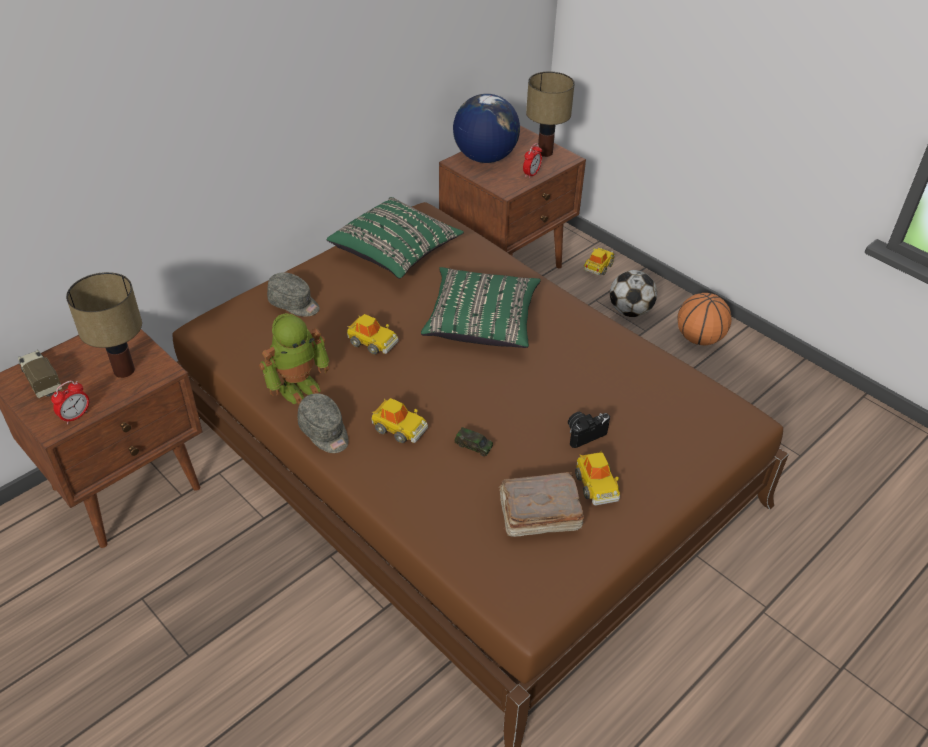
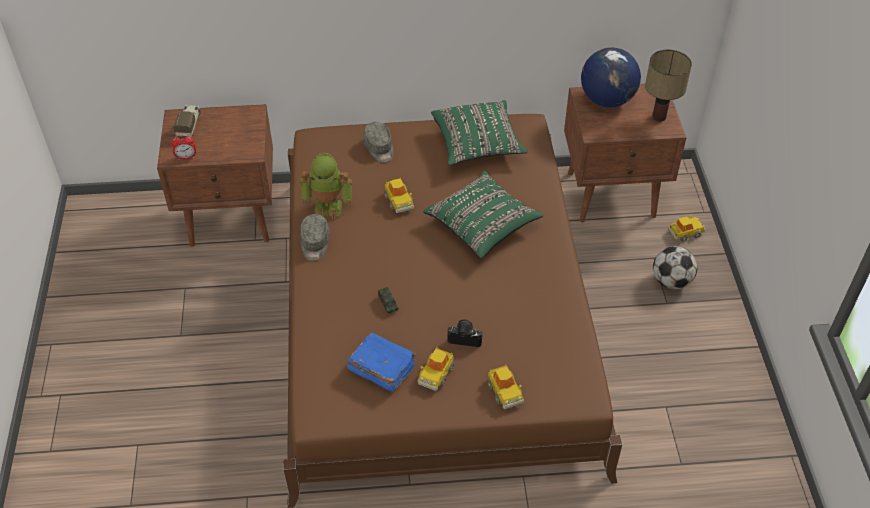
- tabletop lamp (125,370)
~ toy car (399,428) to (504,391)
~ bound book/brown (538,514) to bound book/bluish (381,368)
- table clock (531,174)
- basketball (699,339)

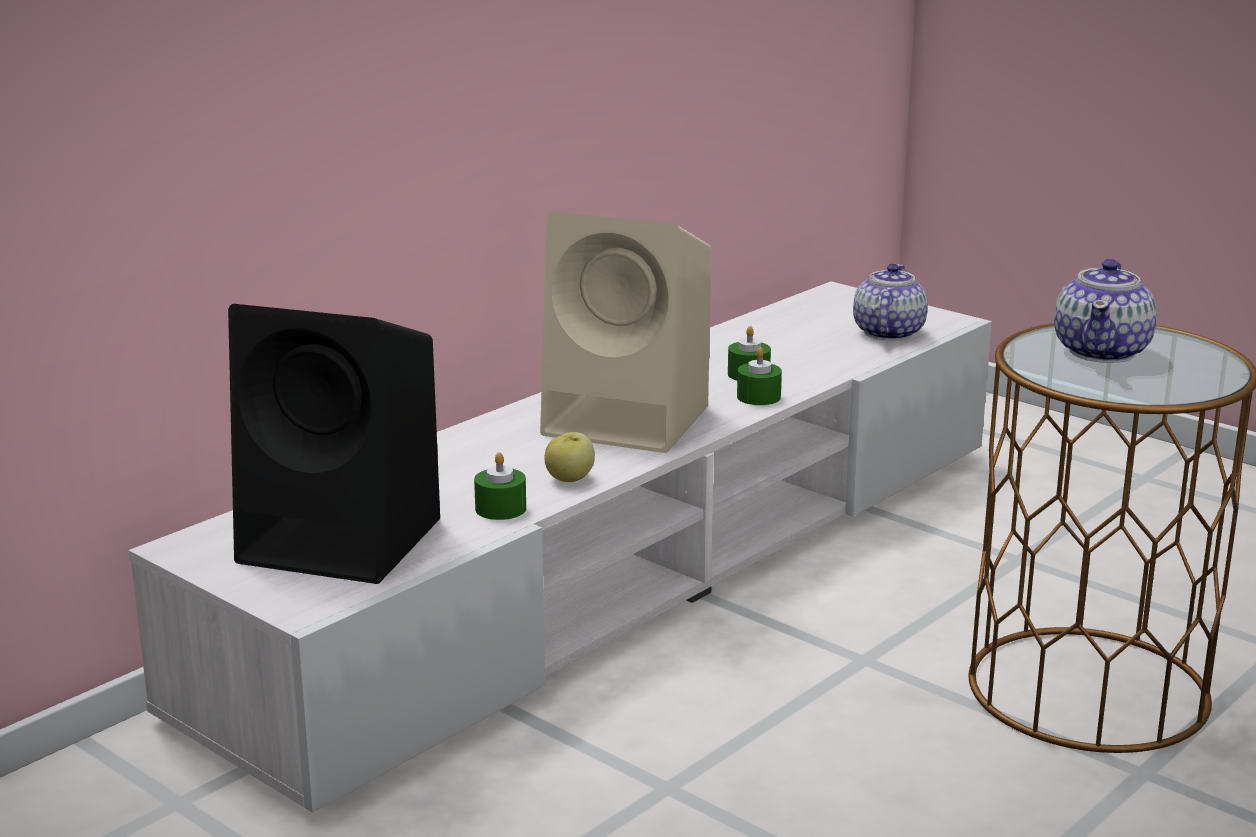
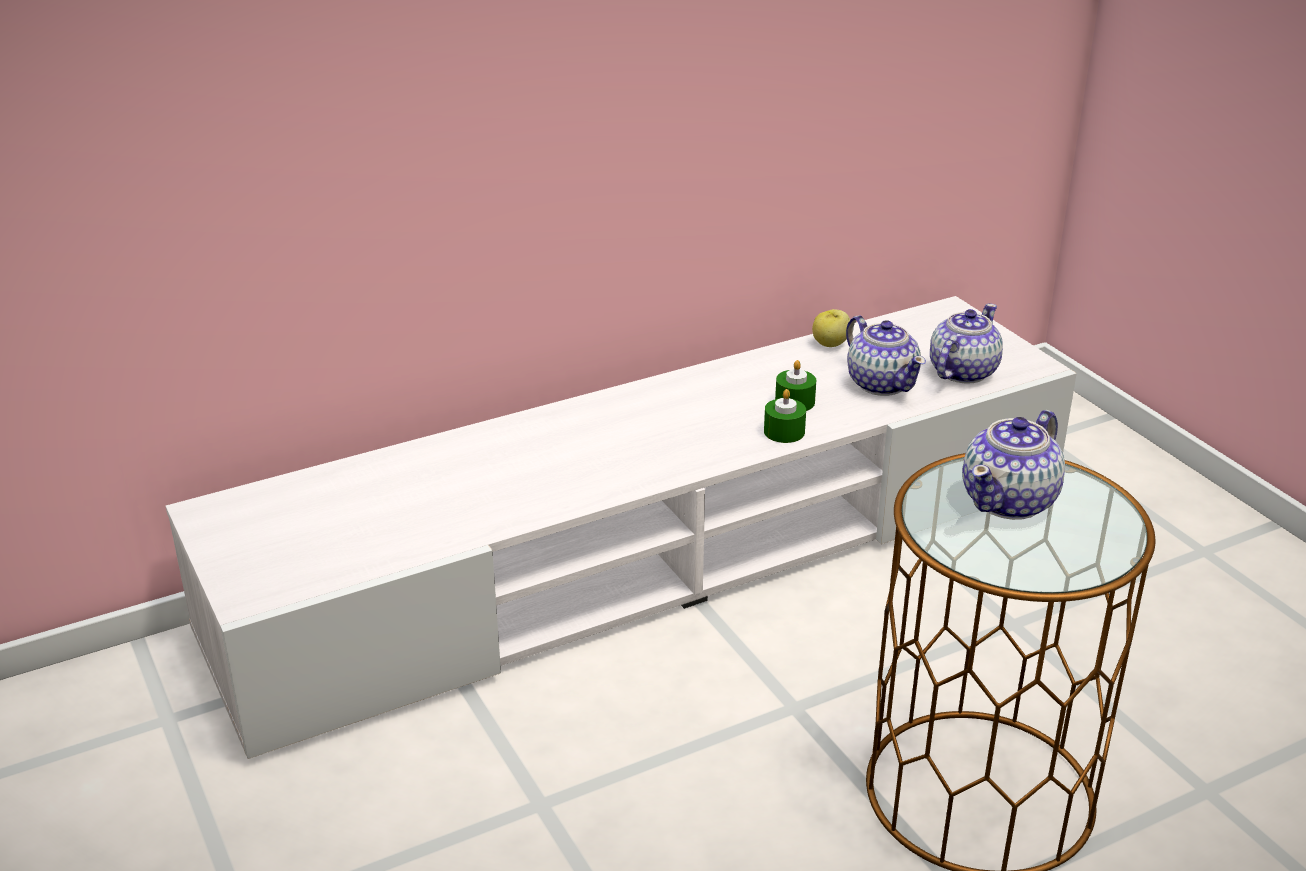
- audio speaker/black-coloured (346,541)
- wax candle/green-coloured (500,508)
- audio speaker/beige (631,421)
~ apple fruit (570,479) to (830,344)
+ pot for tea (881,383)

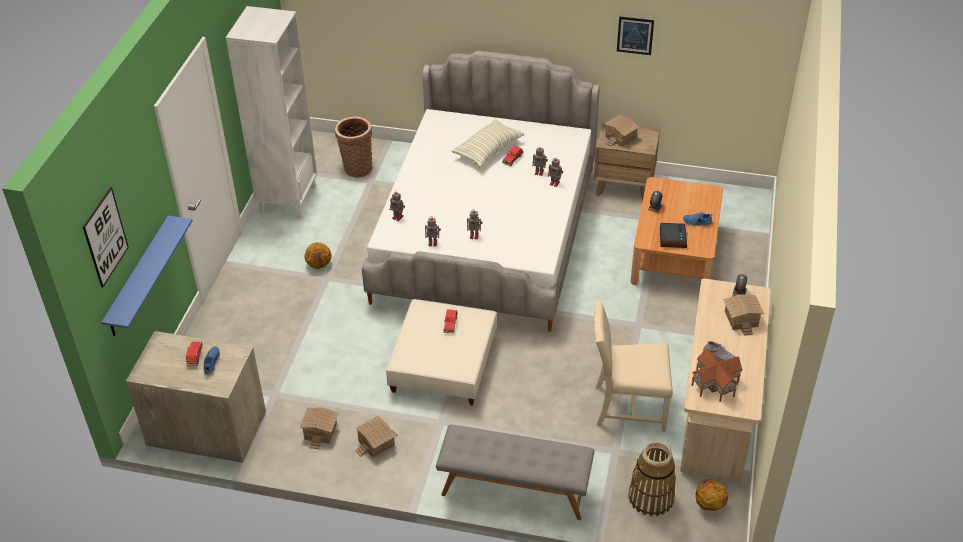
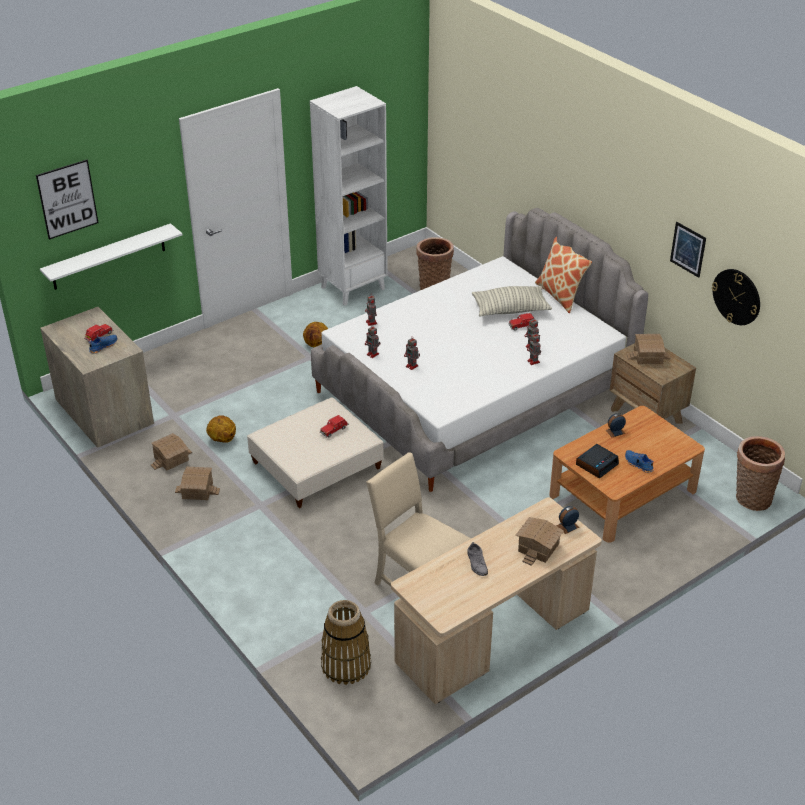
~ wall shelf/bluish (139,277) to wall shelf/white-coloured (108,257)
- long seat/gray (514,489)
- toy house (715,384)
~ basketball (709,504) to (222,440)
+ cushion (560,295)
+ wall clock (736,296)
+ basket (751,498)

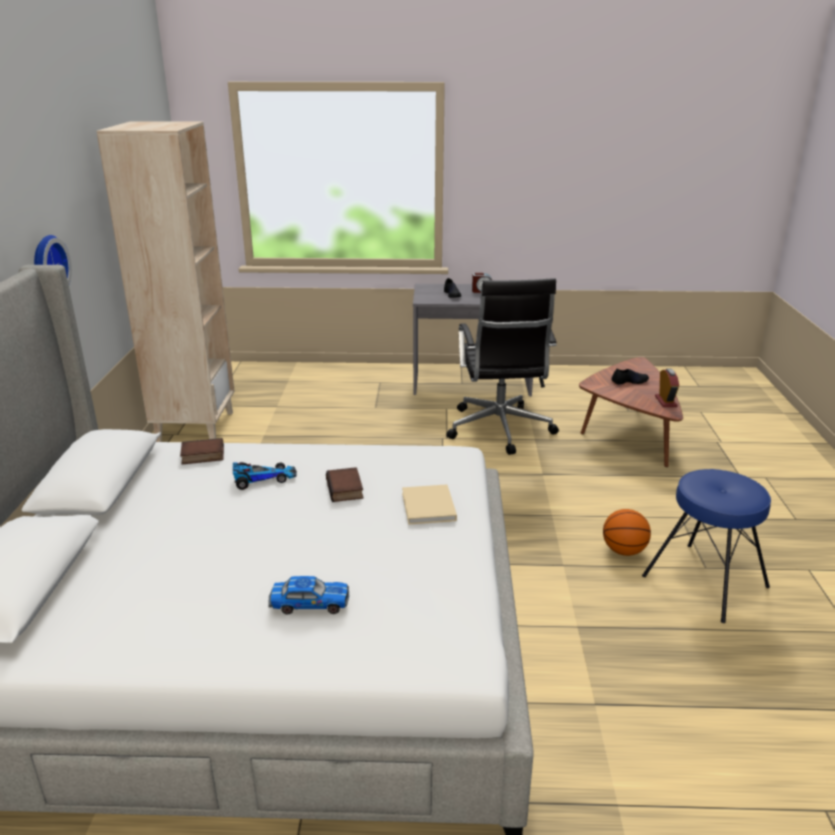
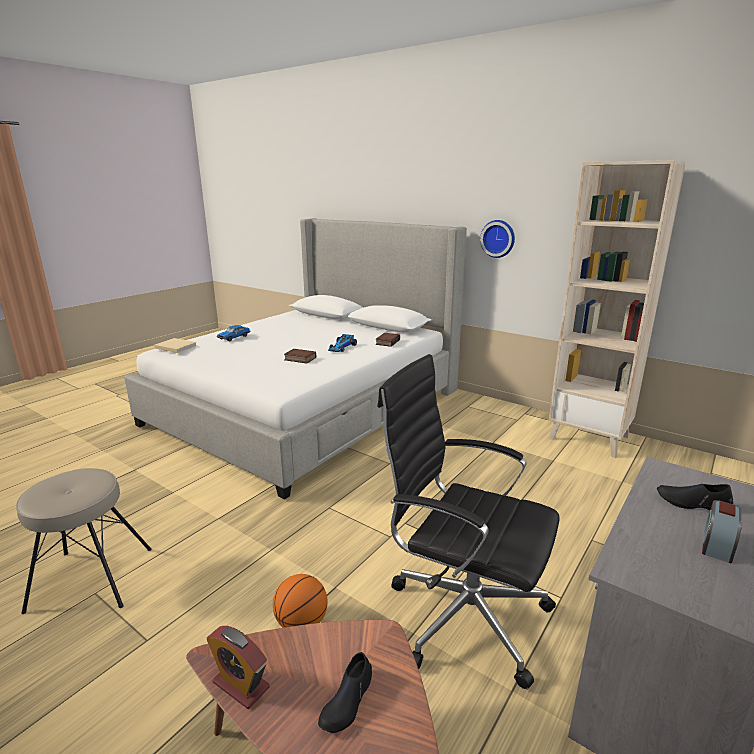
~ bound book/beige (428,507) to (175,346)
~ basketball (623,551) to (301,623)
~ stool seat/bluish (705,580) to stool seat/beige (91,579)

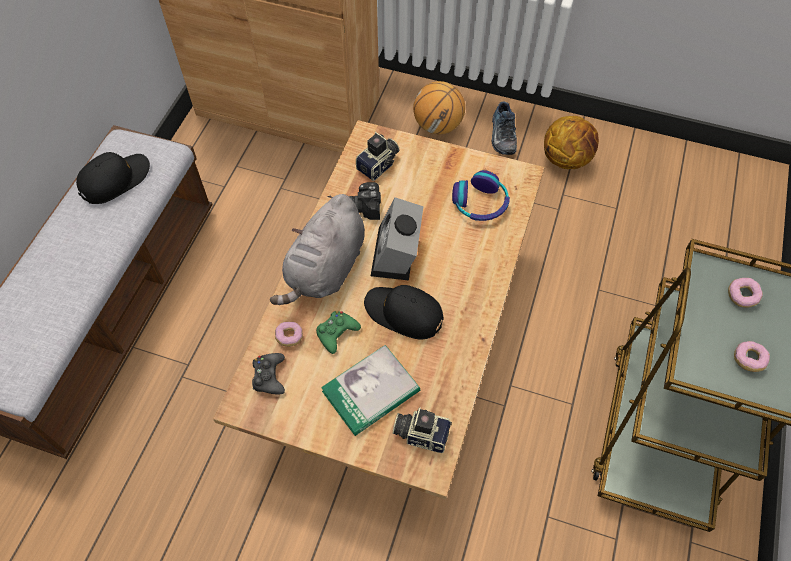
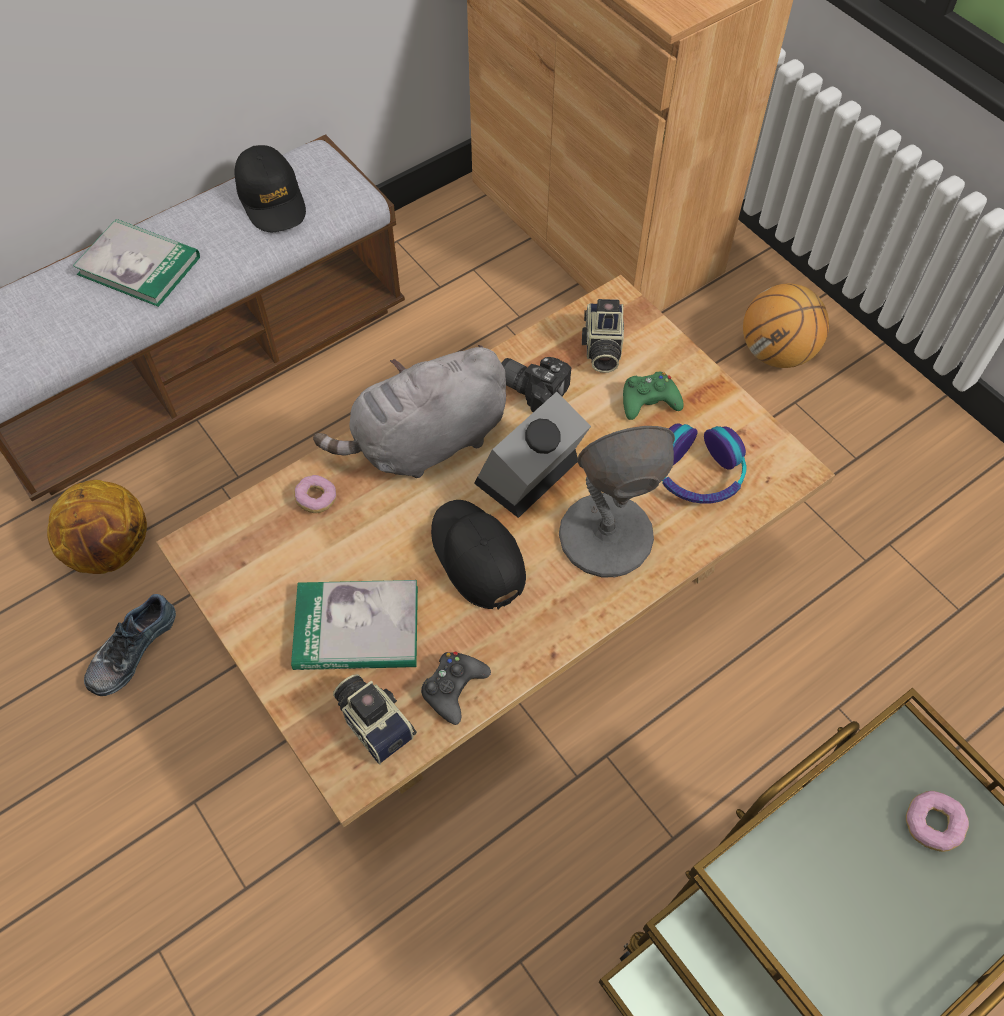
~ peaked cap/black-coloured (115,180) = (272,199) 75 degrees clockwise
~ game controller/black-coloured (269,376) to (453,688)
~ game controller/green-coloured (336,333) to (649,401)
~ still camera (379,165) = (601,348) 105 degrees clockwise
~ item of footwear (501,135) to (131,648)
~ basketball (566,159) to (111,549)
- doughnut (748,359)
+ bound book (139,265)
+ tabletop lamp/gray (605,536)

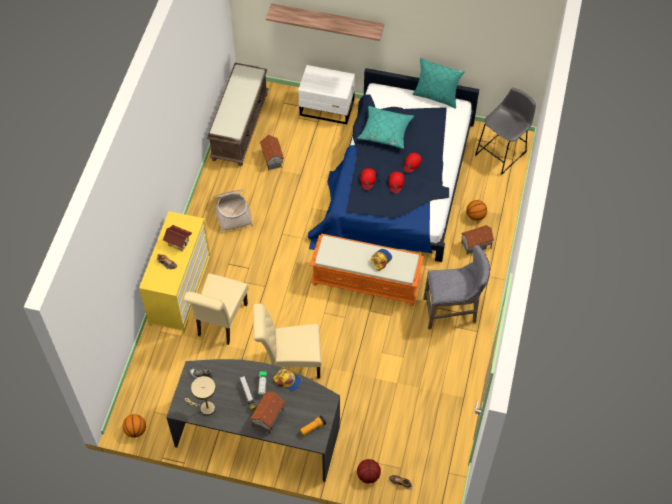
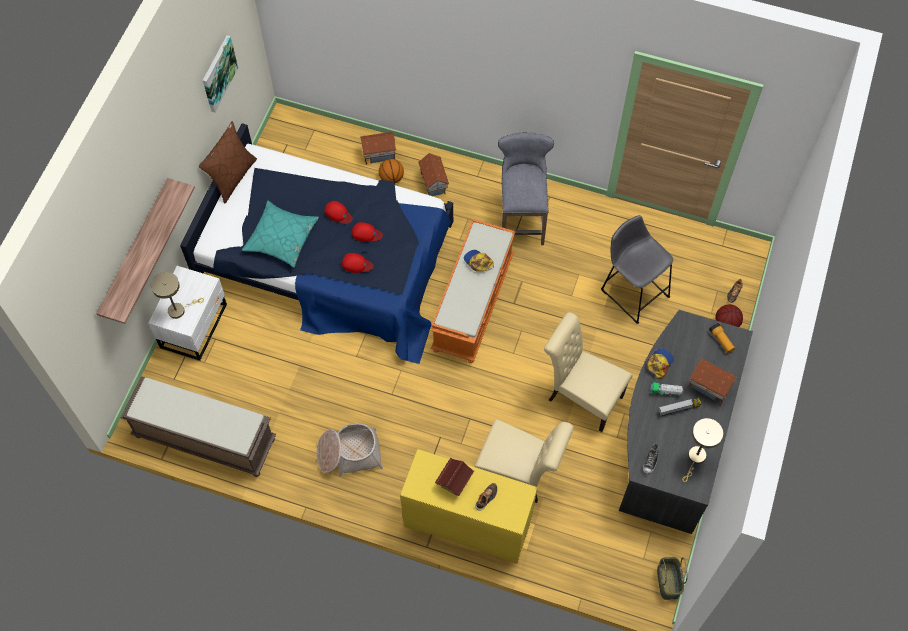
~ basketball (135,430) to basket (669,582)
~ chair/beige (289,363) = (581,396) 120 degrees clockwise
~ toy house (273,159) to (378,154)
~ cushion/turquoise (436,96) to cushion/brown (232,177)
~ stool seat/gray (502,152) to (632,290)
+ tabletop lamp/beige (179,309)
+ wall picture (218,73)

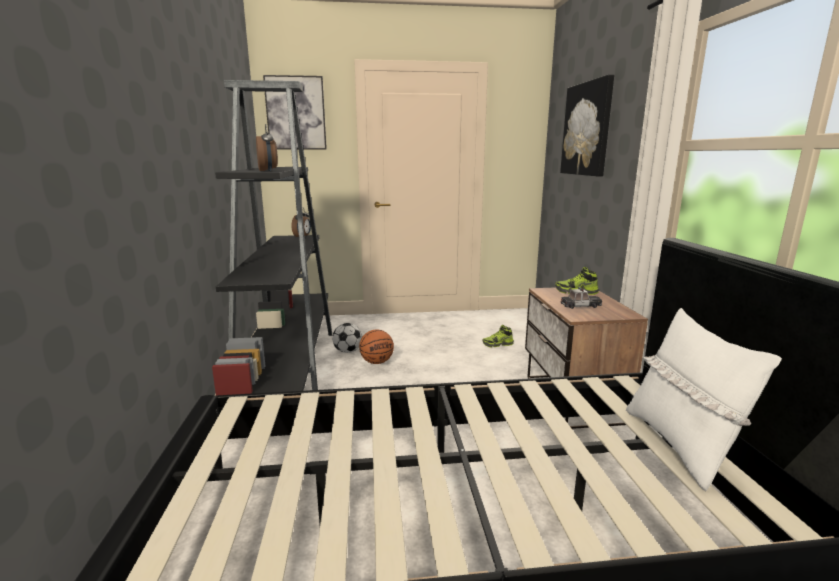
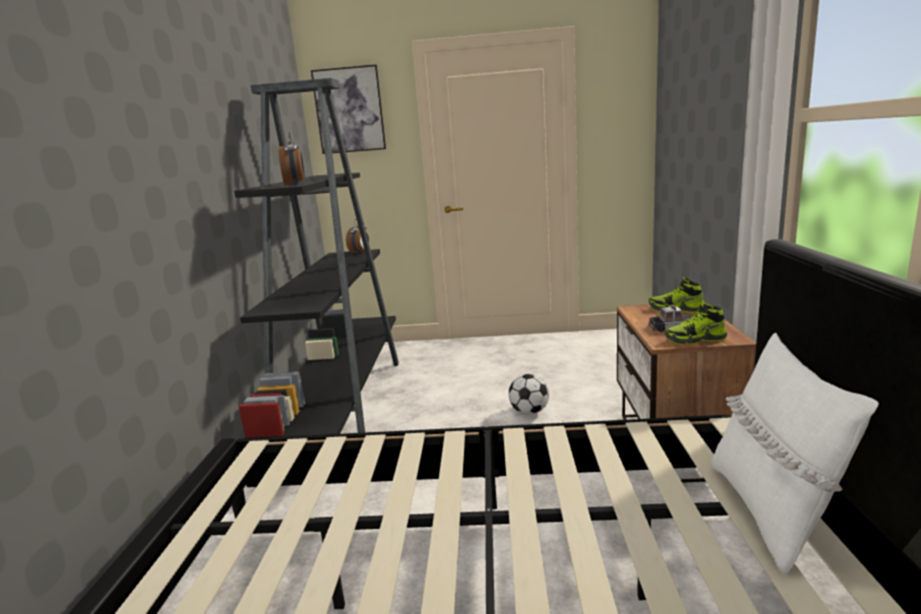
~ football ball (348,351) to (529,412)
- basketball (377,362)
~ item of footwear (497,344) to (695,340)
- wall picture (587,129)

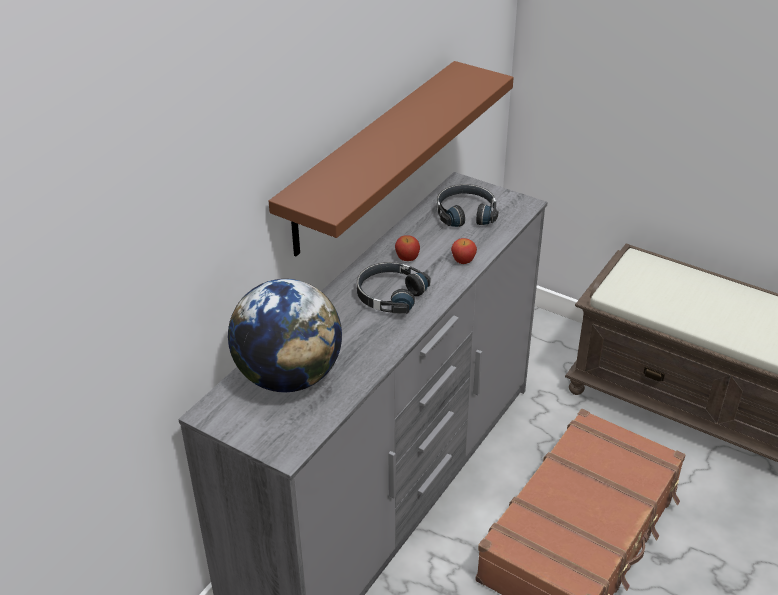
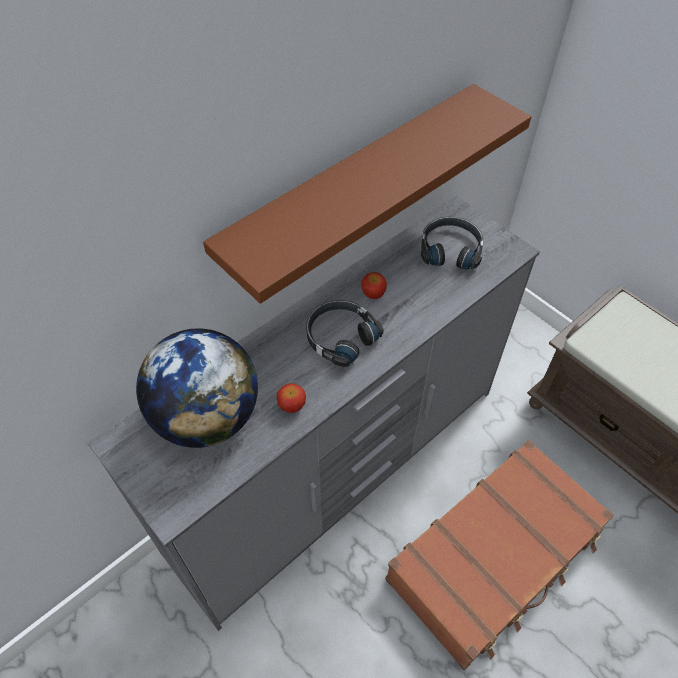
~ apple fruit (463,261) to (292,406)

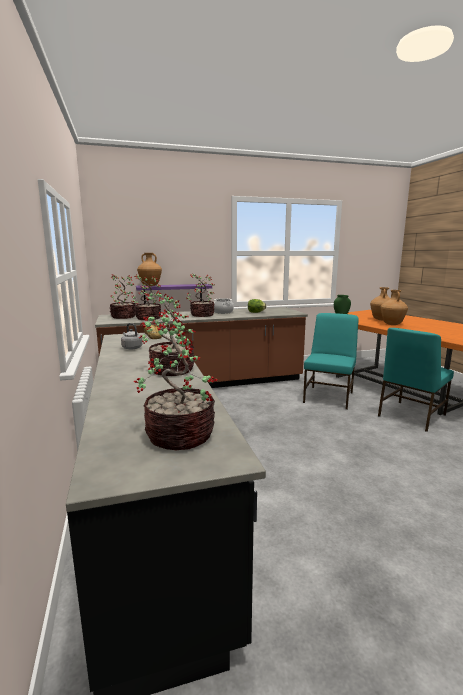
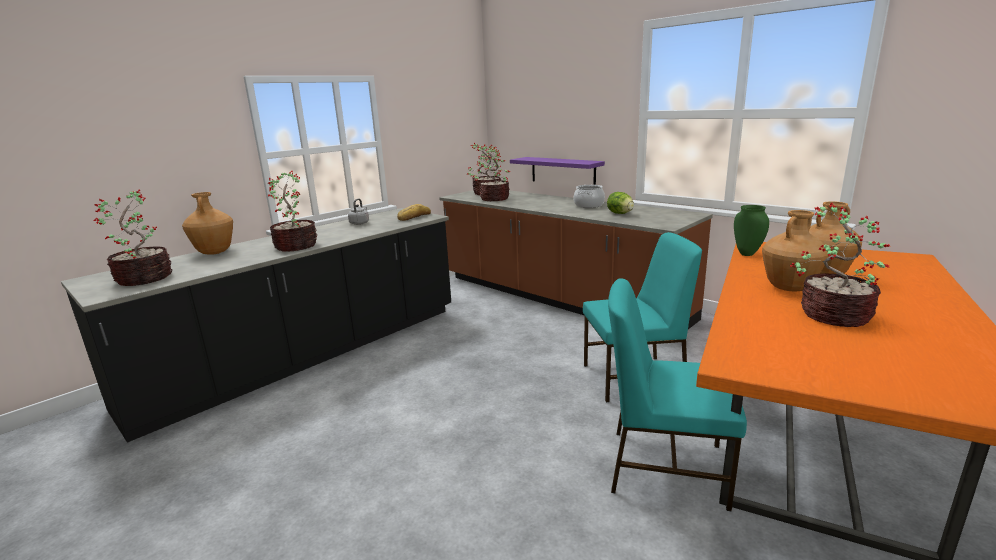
~ vase/brown (150,286) to (215,252)
~ potted plant (201,315) to (832,315)

